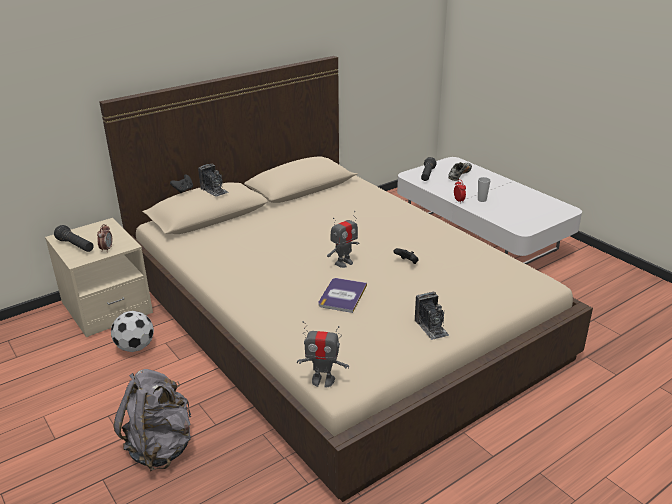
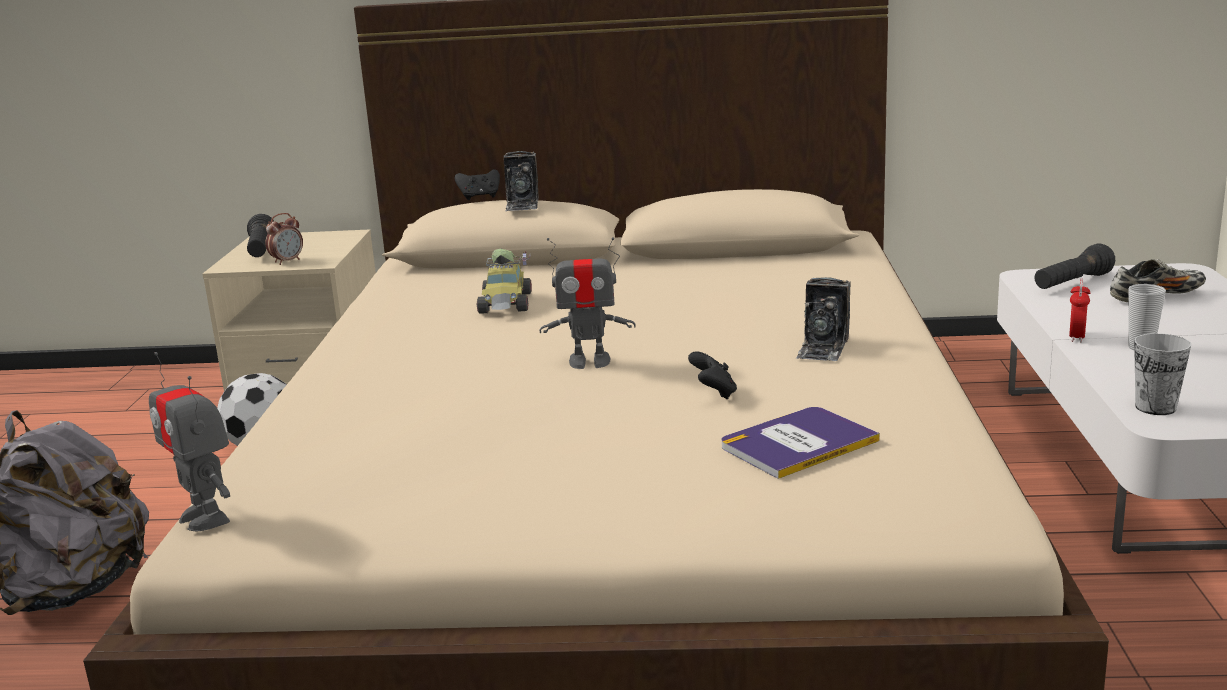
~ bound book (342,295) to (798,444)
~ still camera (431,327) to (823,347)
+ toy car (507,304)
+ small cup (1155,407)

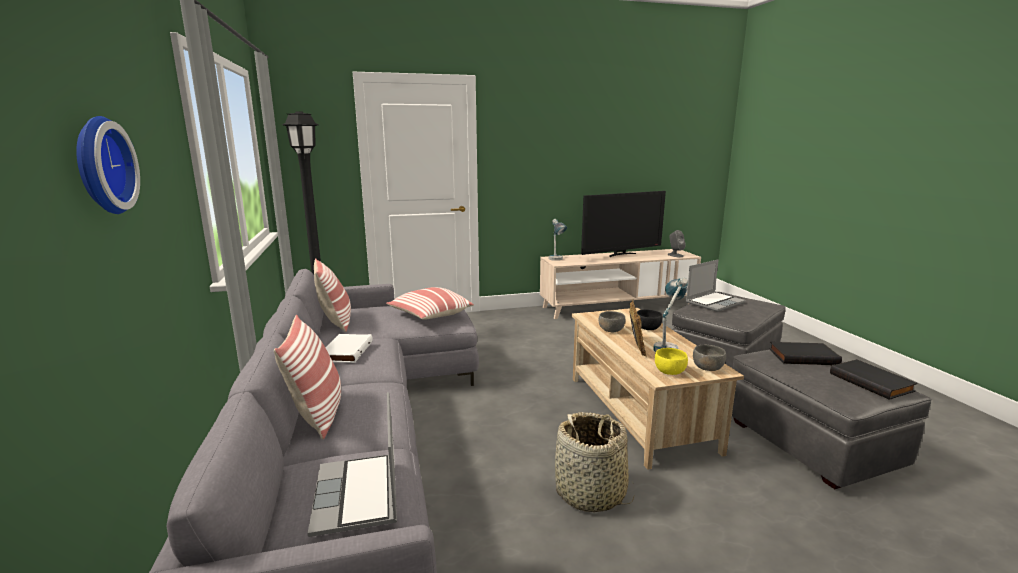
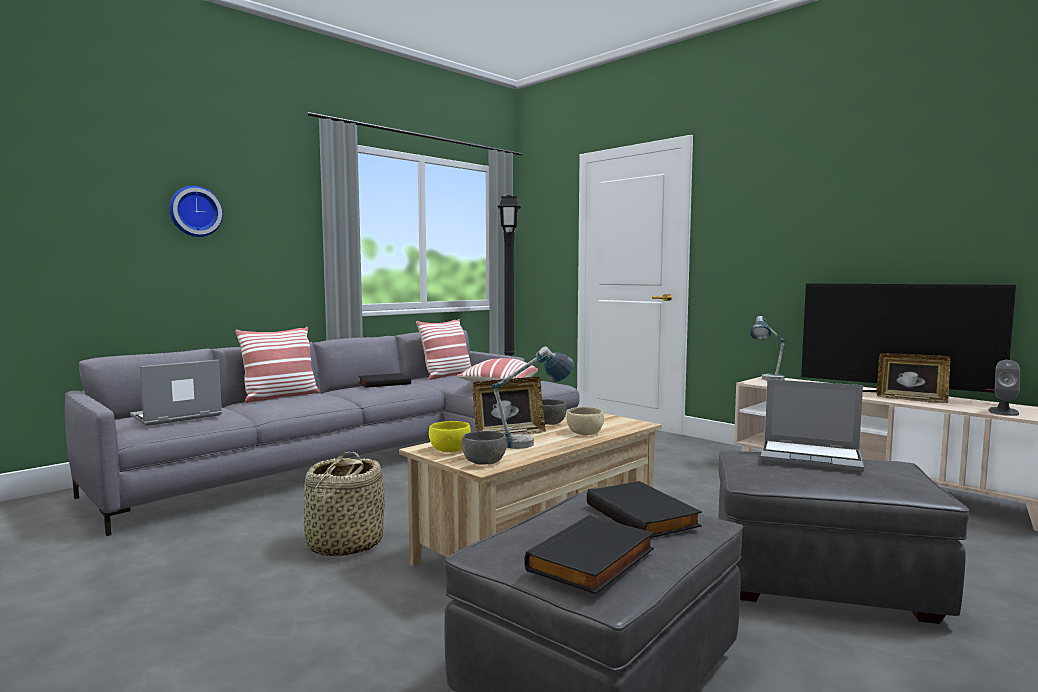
~ bound book/white-coloured (345,351) to bound book/black-coloured (384,383)
~ serving bowl/black-coloured (648,328) to serving bowl/beige (585,433)
+ picture frame (911,399)

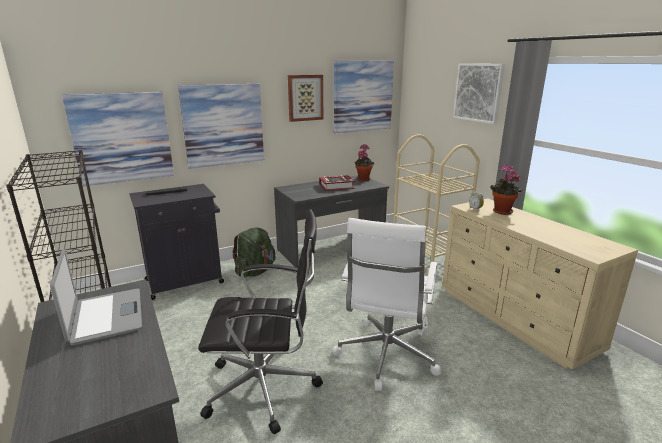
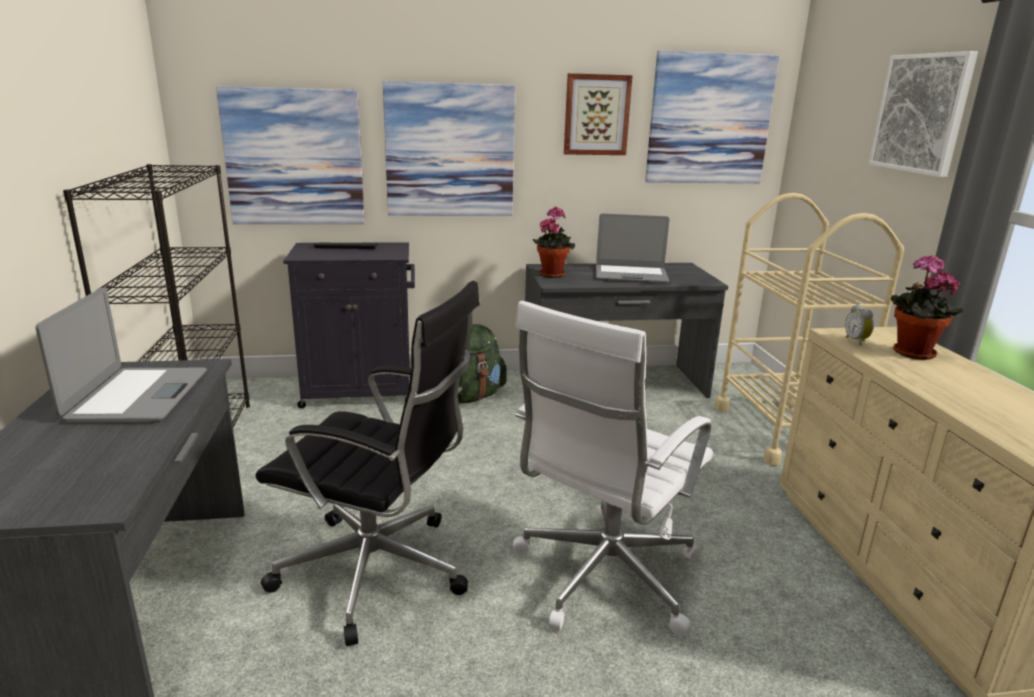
~ bound book (336,186) to portable computer (630,275)
~ potted plant (363,179) to (552,274)

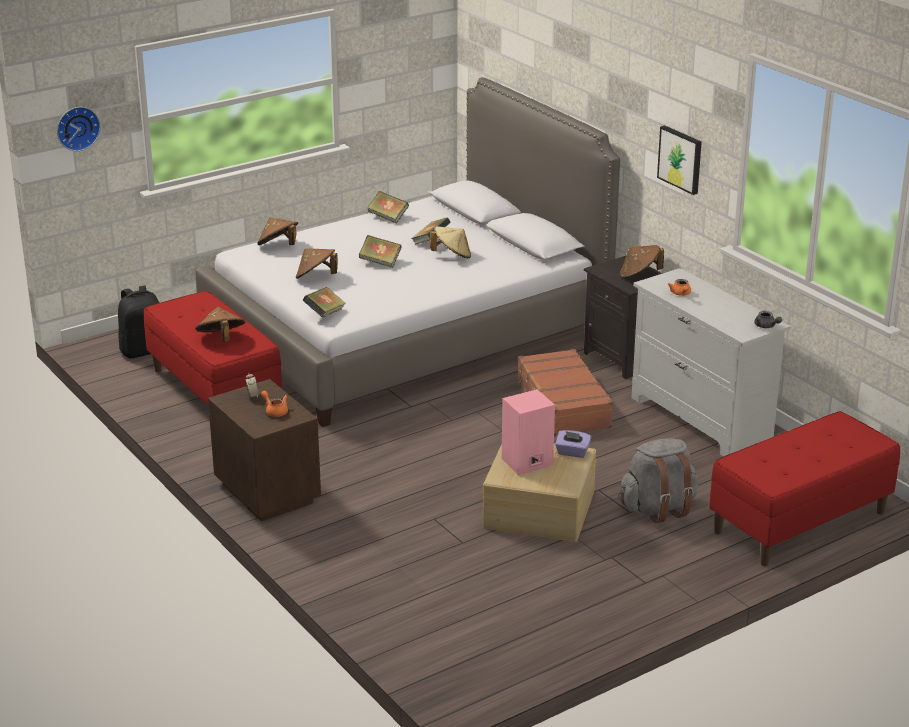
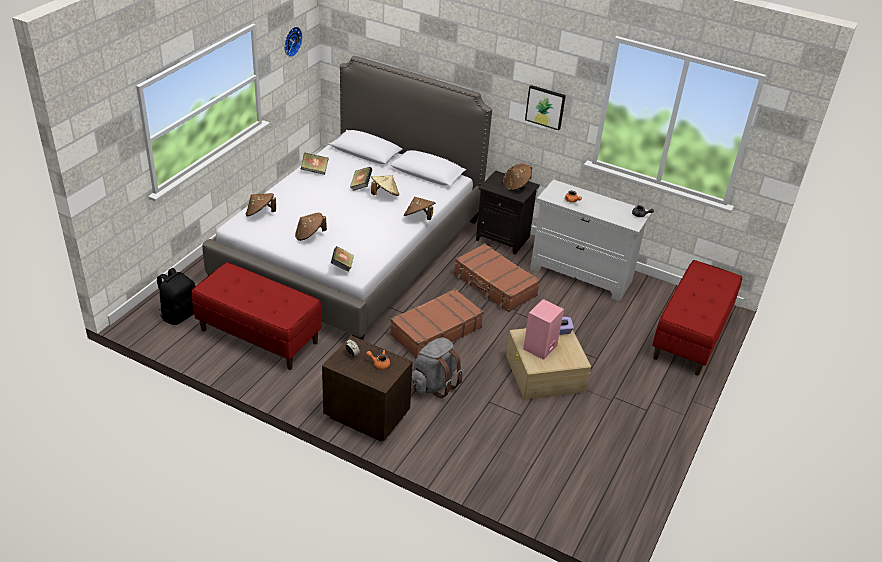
~ wall clock (77,127) to (291,41)
~ clothing hat/brown (221,339) to (419,218)
- bound book (380,262)
~ backpack/gray (658,508) to (434,384)
+ travel case/brown (435,331)

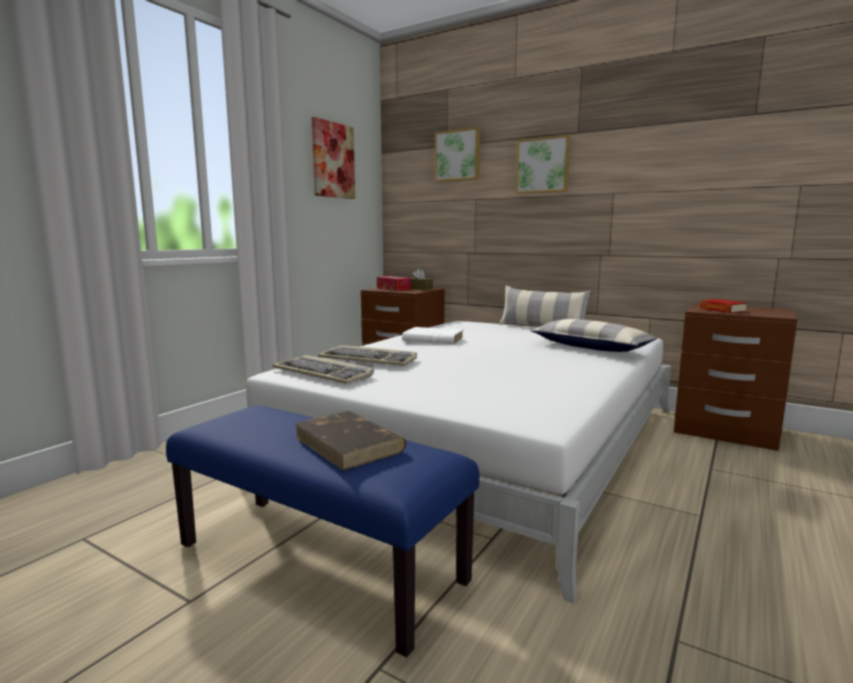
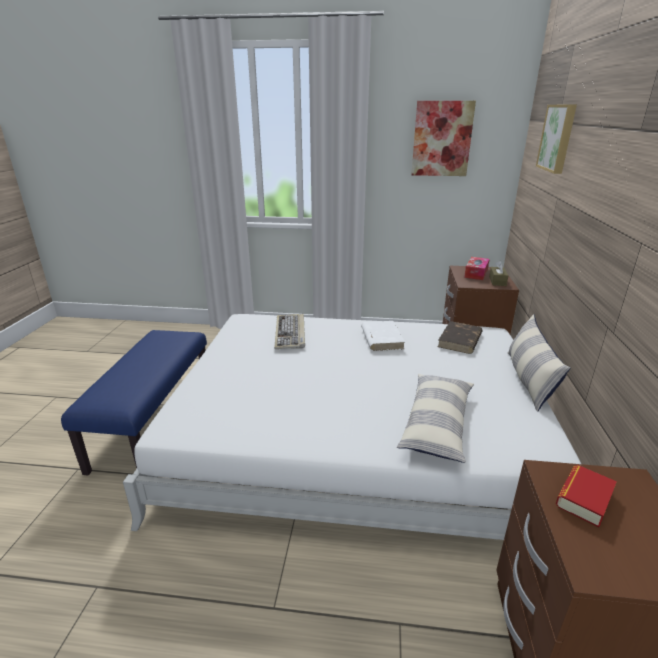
- keyboard (324,373)
~ bound book/brown (349,444) to (460,340)
- wall picture (543,165)

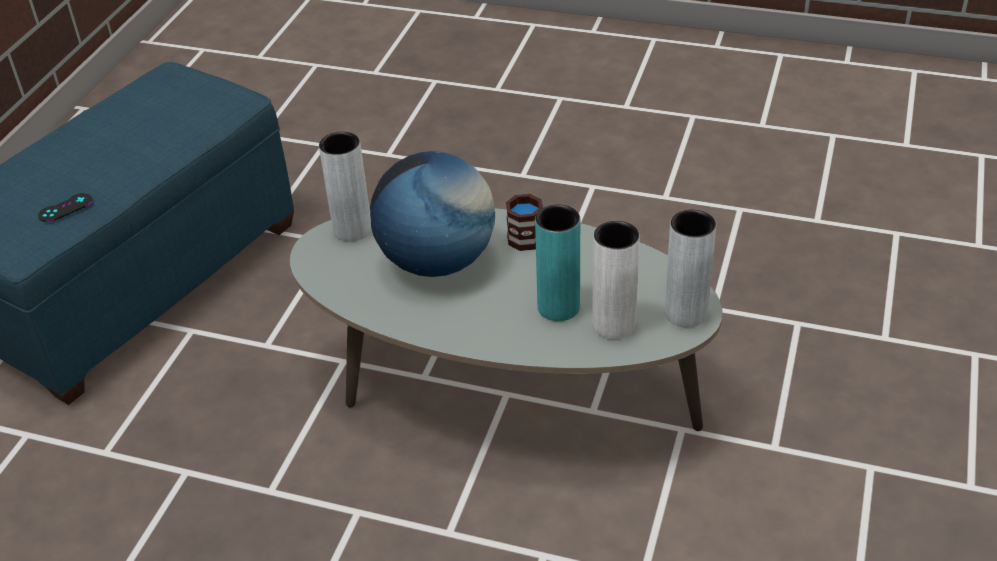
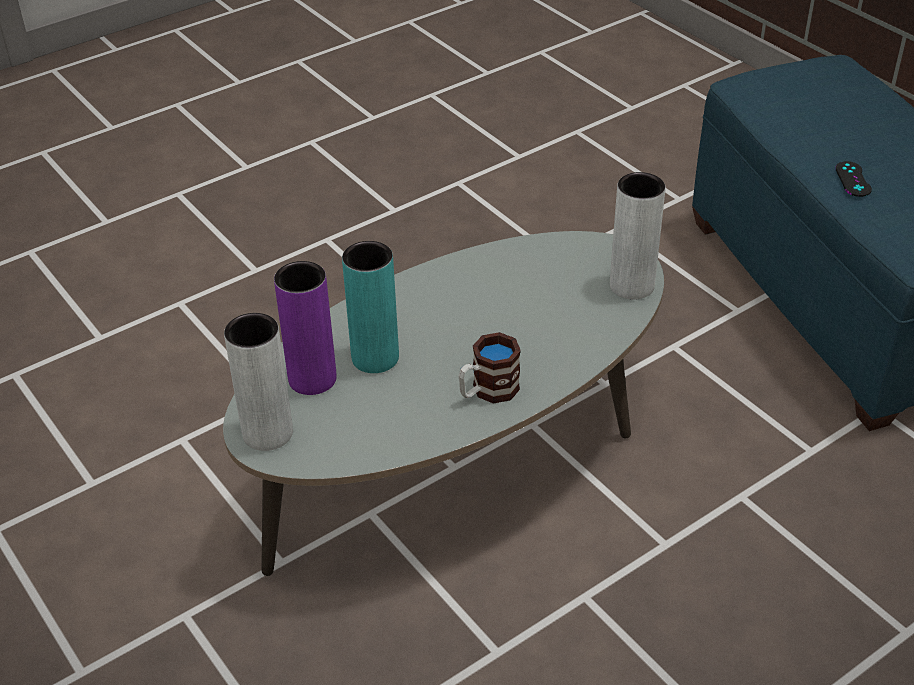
~ game controller/black-coloured (65,208) to (853,179)
- globe (437,261)
~ vase/white-coloured (613,325) to vase/purple-coloured (312,379)

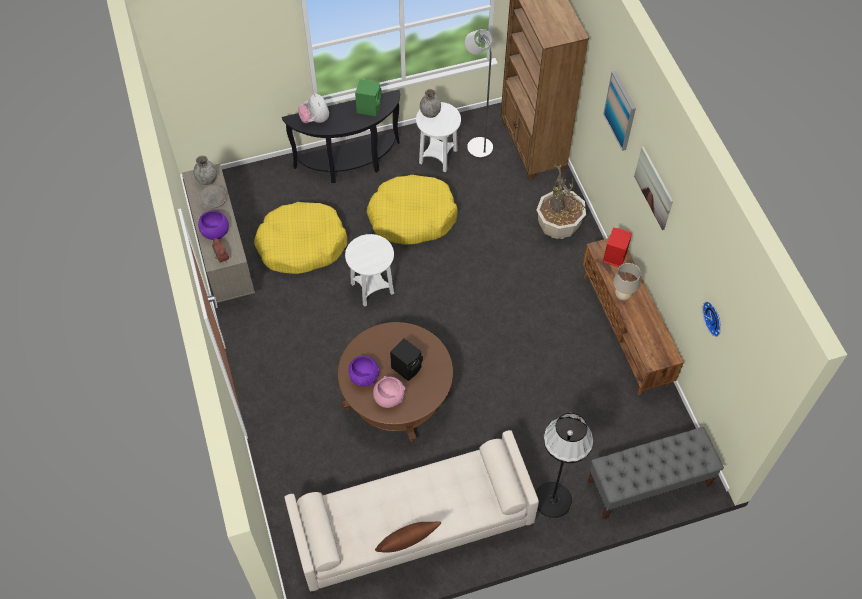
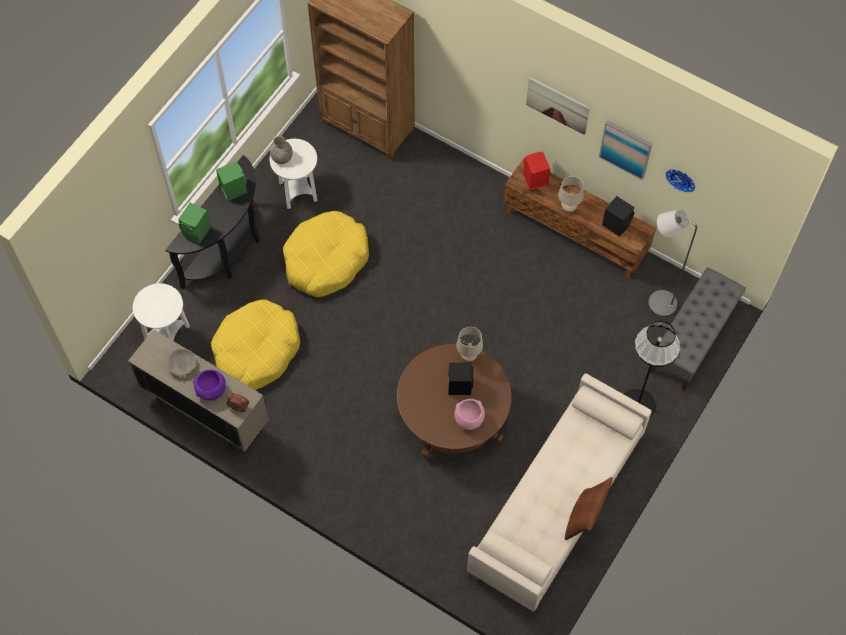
- vase/gray (207,180)
~ soft toy (315,119) to audio speaker/green-coloured (197,232)
~ accent table/white-coloured (372,289) to (168,335)
- serving bowl/purple-coloured (364,377)
~ standard lamp/gray (477,145) to (656,302)
- potted plant (558,227)
~ wall picture (620,110) to (626,149)
+ tabletop lamp/beige (469,356)
+ audio speaker/black-coloured (617,224)

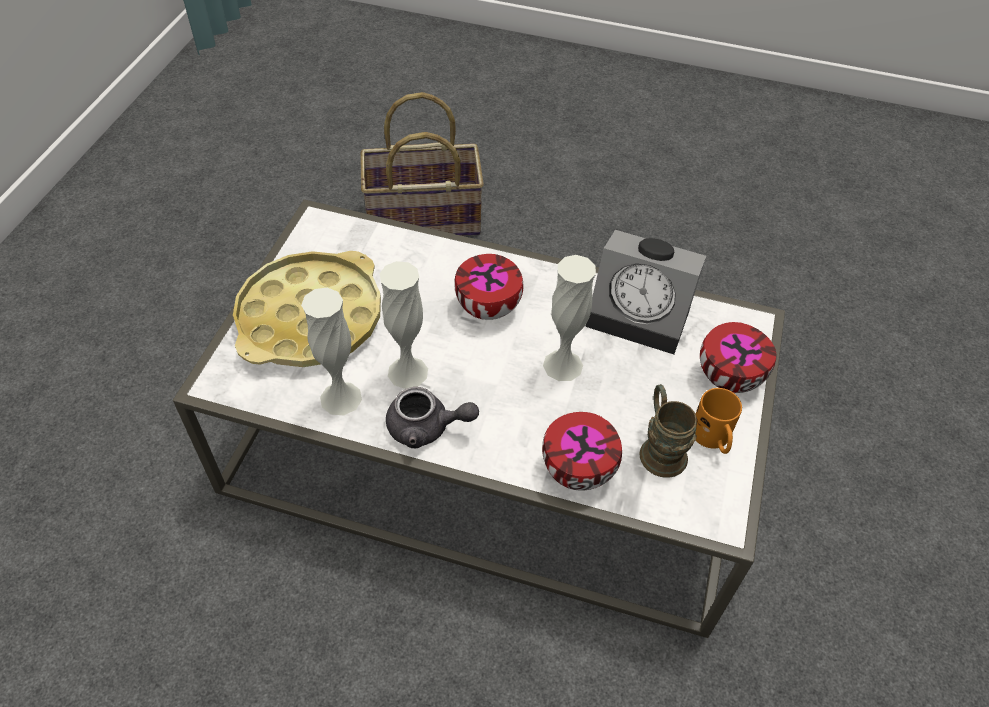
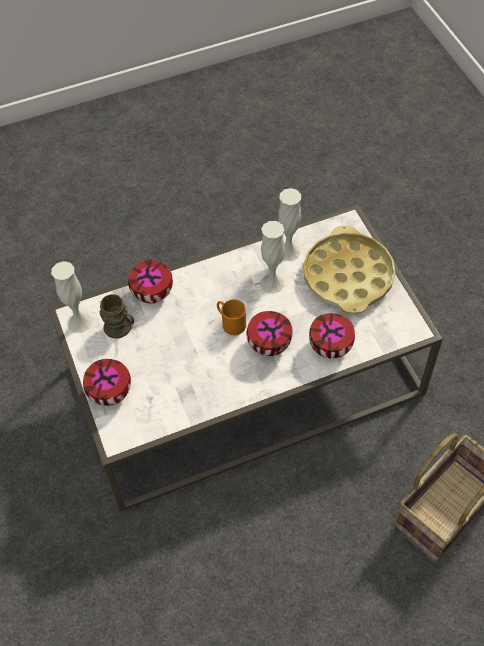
- pot for tea/gray (426,428)
~ vase/white-coloured (563,365) to (79,322)
- table clock (642,316)
~ mug/orange (713,439) to (230,322)
+ serving bowl (331,348)

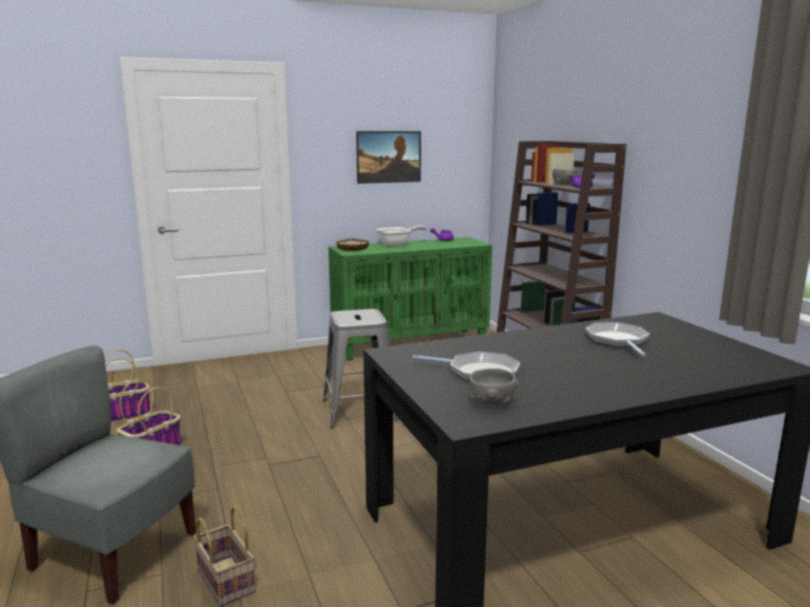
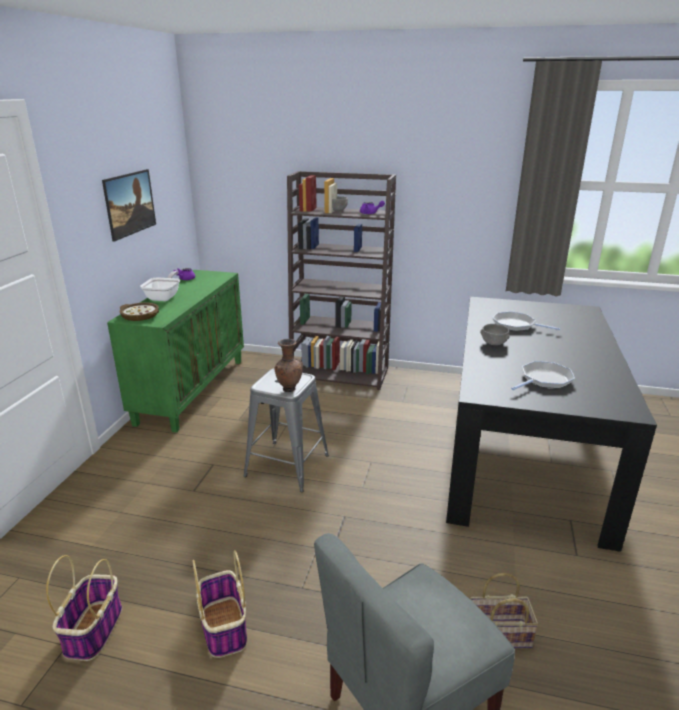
~ serving bowl/gray (492,402) to (494,343)
+ vase/brown (289,389)

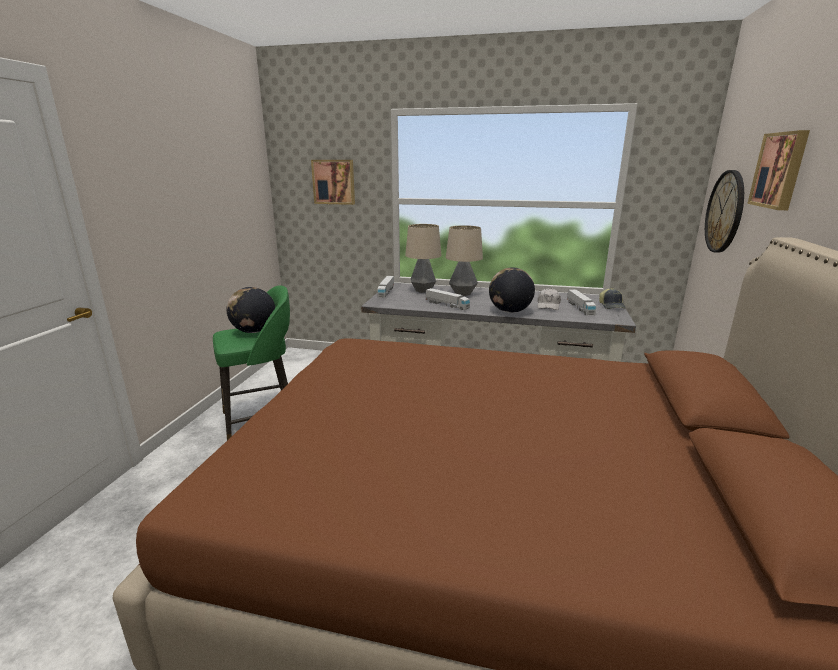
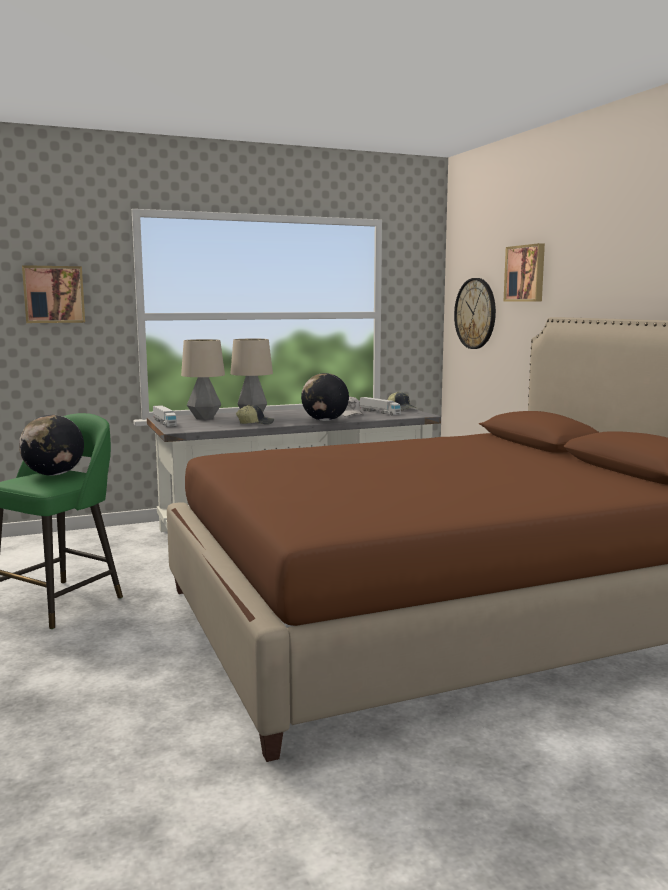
~ toy truck (447,305) to peaked cap (256,423)

